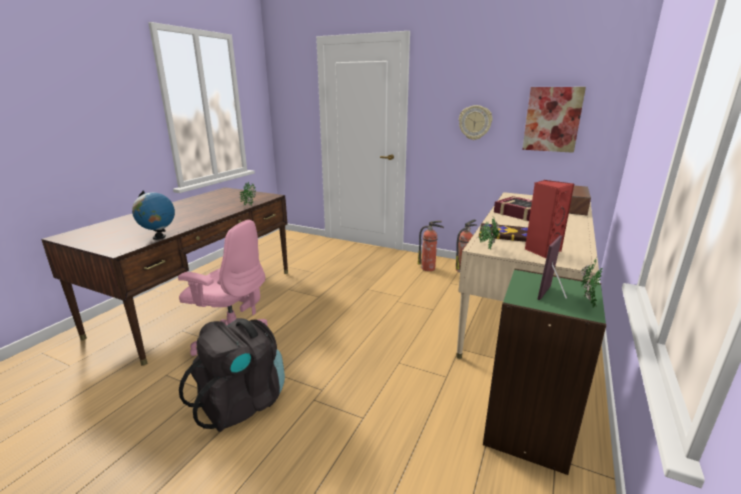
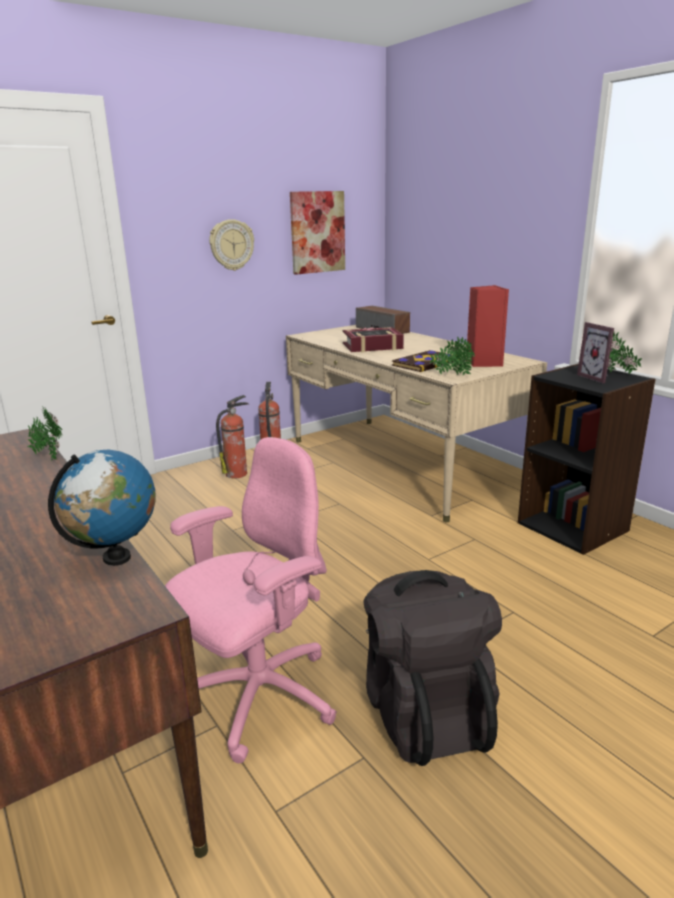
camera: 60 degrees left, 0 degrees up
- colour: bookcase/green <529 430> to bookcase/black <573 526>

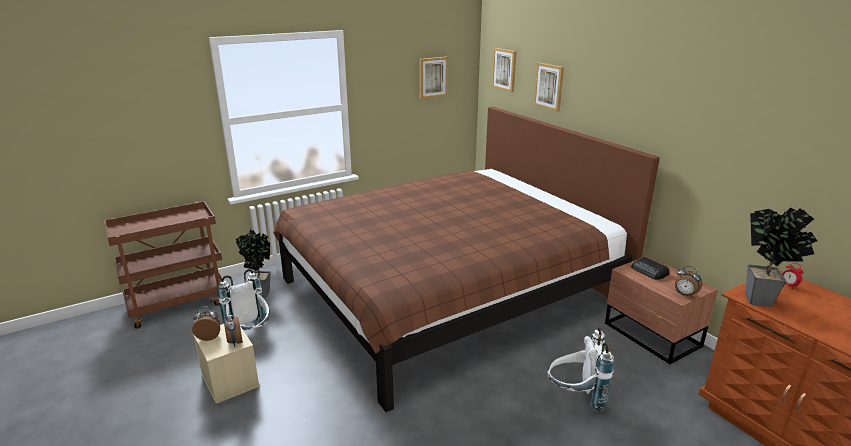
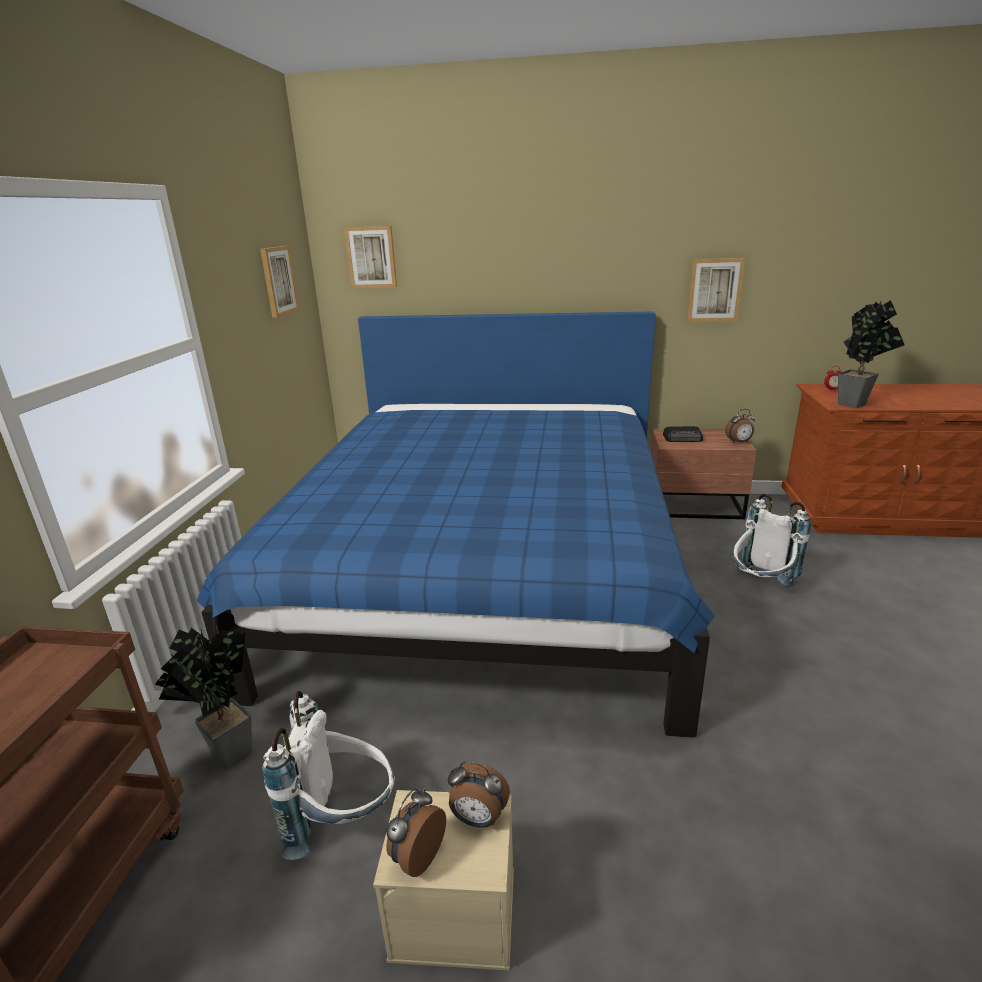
camera: 50 degrees left, 0 degrees up
- relocated: picture <549 86> to <714 290>
- colour: bed/brown <448 292> to bed/blue <484 573>

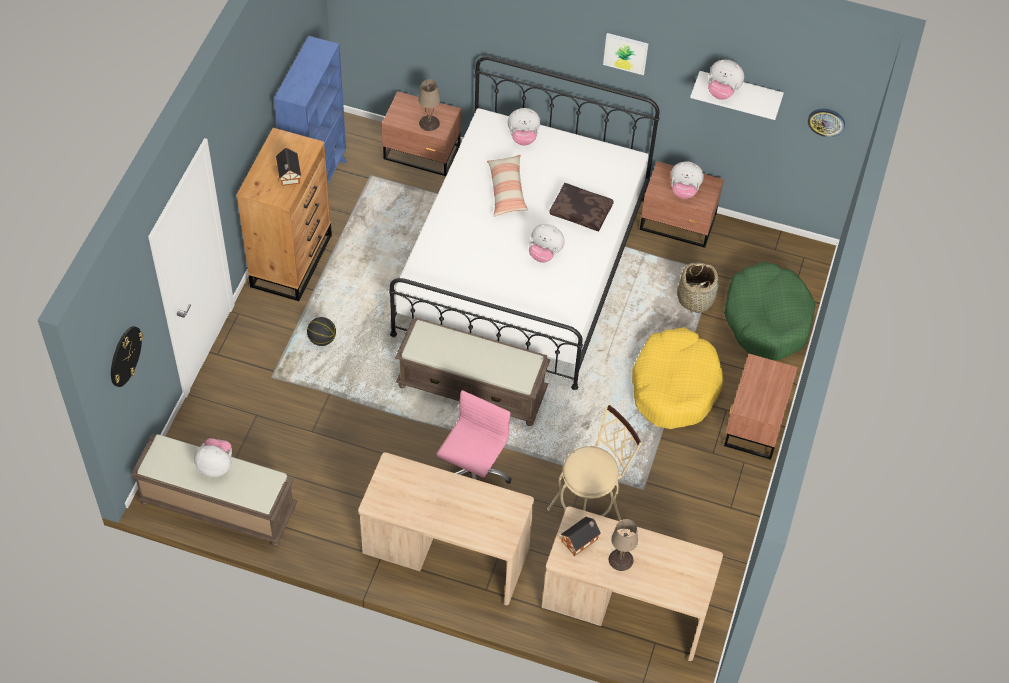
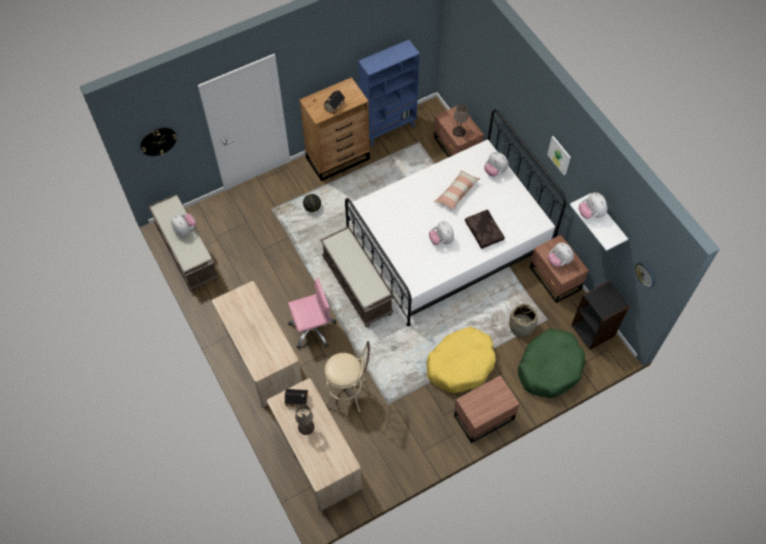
camera: 45 degrees right, 5 degrees up
- appeared: bookcase/black <593 330>

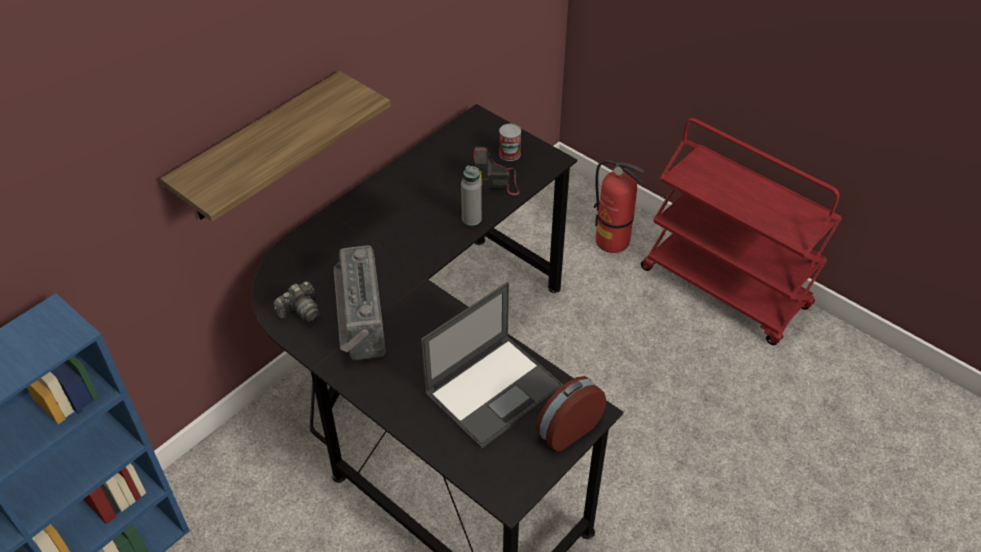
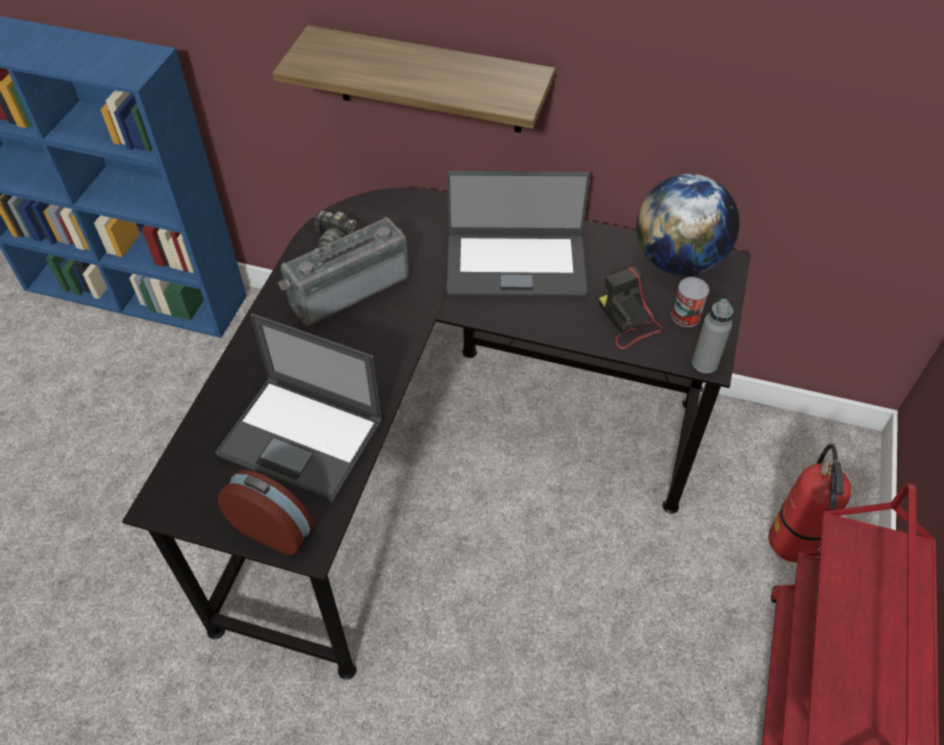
camera: 65 degrees right, 5 degrees up
- appeared: laptop <515 264>
- appeared: globe <678 261>
- relocated: bottle/grey <471 218> to <704 363>

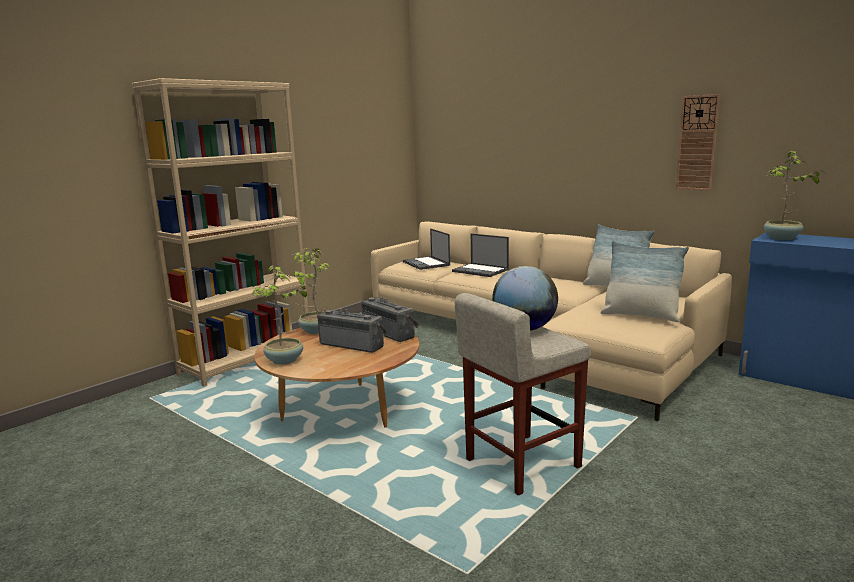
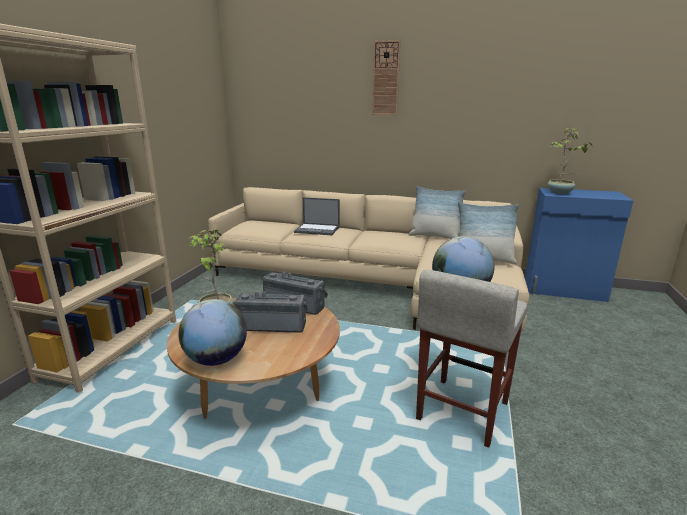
camera: 25 degrees left, 5 degrees up
- missing: laptop <426 263>
- relocated: wall clock <697 143> to <386 78>
- exchanged: potted plant <285 361> to globe <216 360>

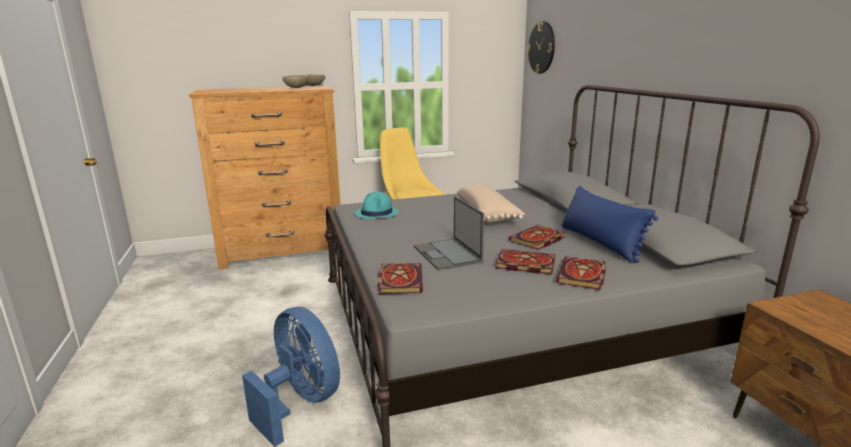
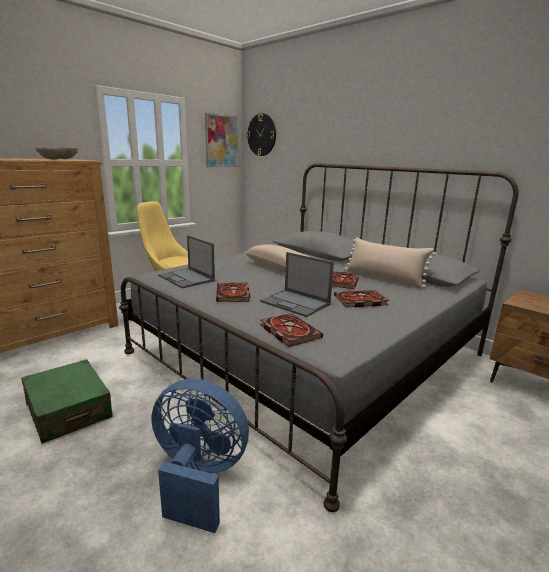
camera: 30 degrees left, 0 degrees up
- appeared: suitcase/green <69 410>
- appeared: picture <221 141>
- relocated: book <582 276> to <233 294>
- exchanged: hat/turquoise <377 213> to laptop <186 278>
- colour: pillow/blue <600 243> to pillow/beige <384 278>

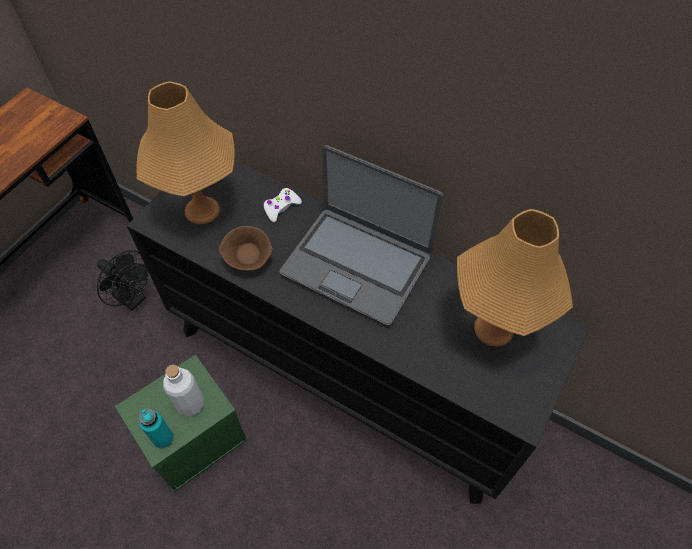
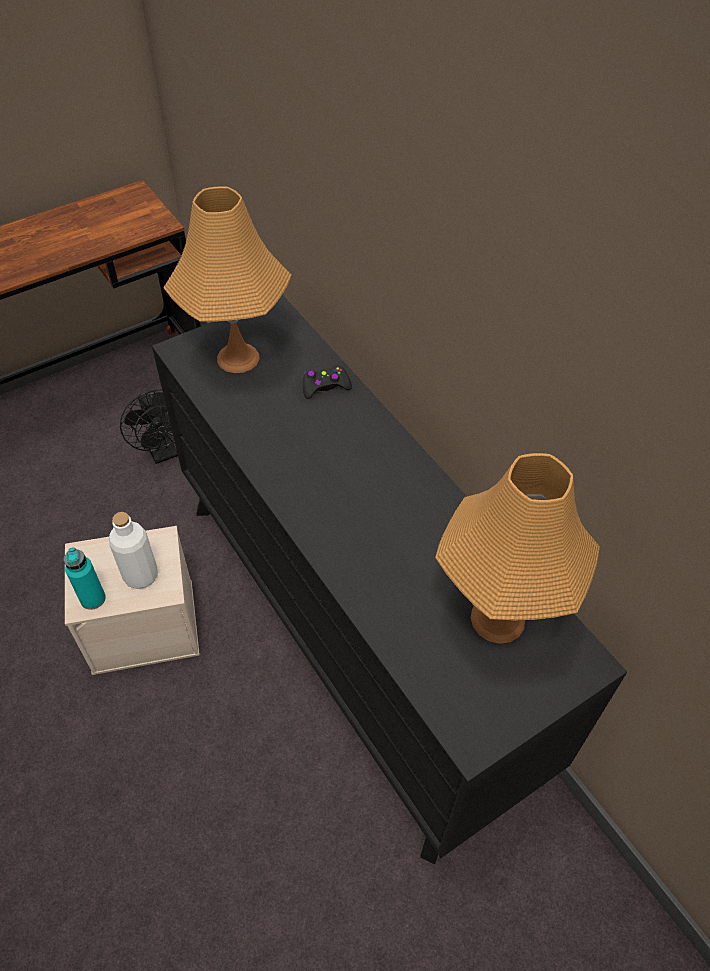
camera: 25 degrees right, 5 degrees down
- missing: bowl/brown <249 260>
- missing: laptop <357 265>
- colour: storage box/green <193 436> to storage box/beige <145 625>
- colour: game controller/white <281 207> to game controller/black <325 386>

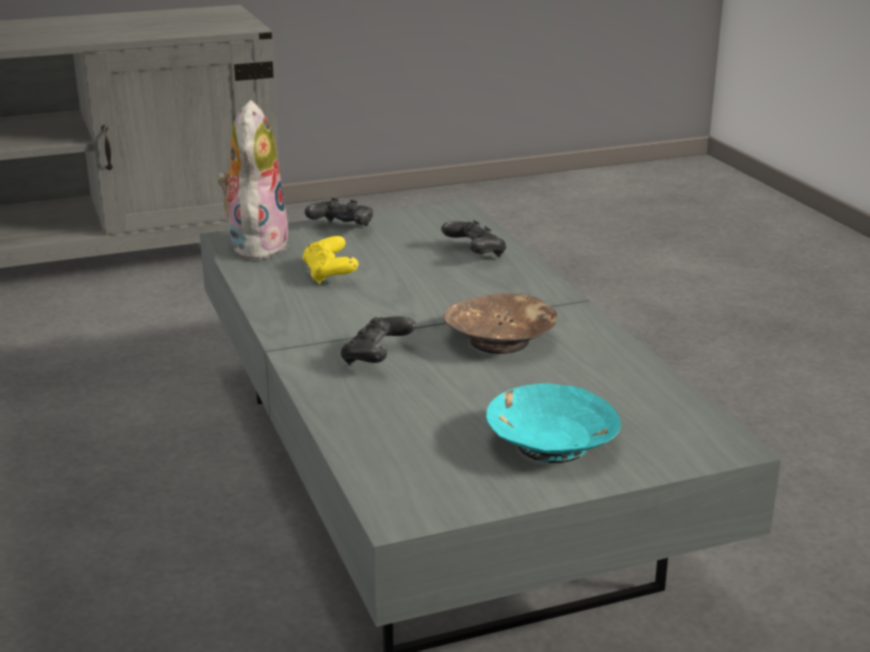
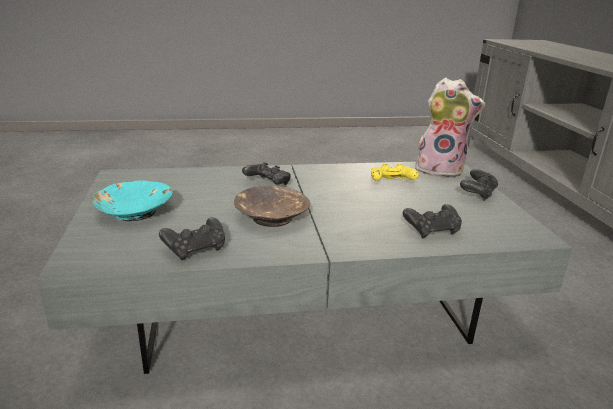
camera: 100 degrees right, 0 degrees up
- appeared: game controller/black <196 249>

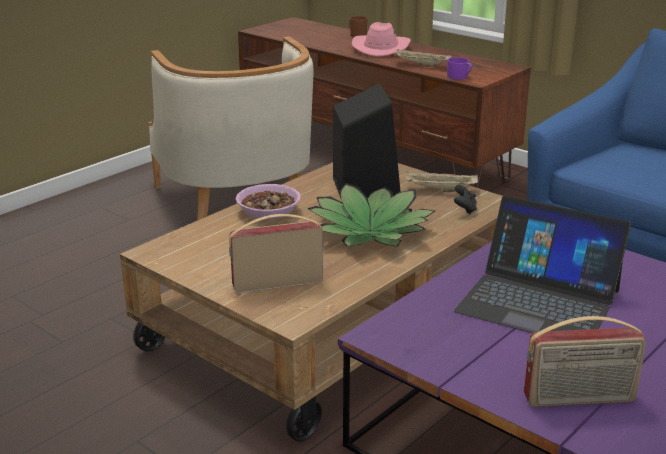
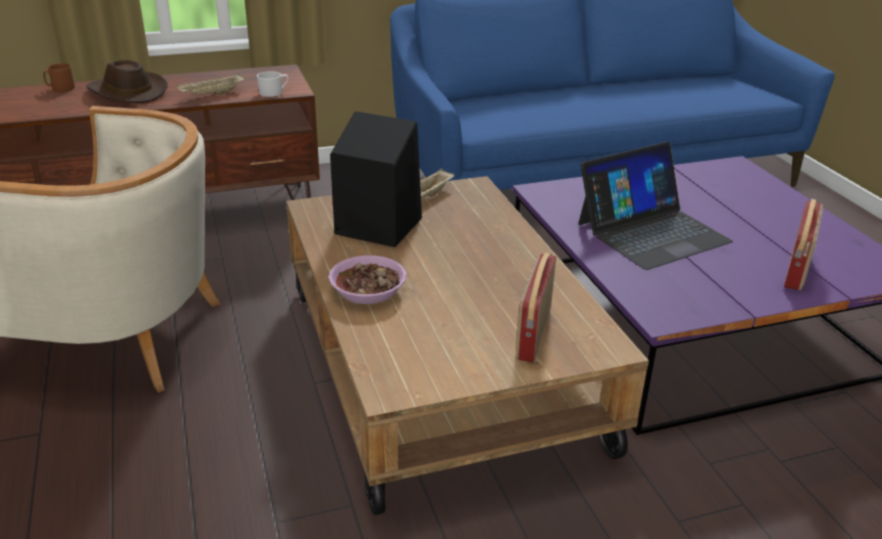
camera: 60 degrees left, 5 degrees up
- missing: potted plant <370 231>
- missing: game controller/black <464 209>
- colour: hat/pink <381 48> to hat/brown <126 92>
- colour: mug/purple <459 77> to mug/white <274 92>

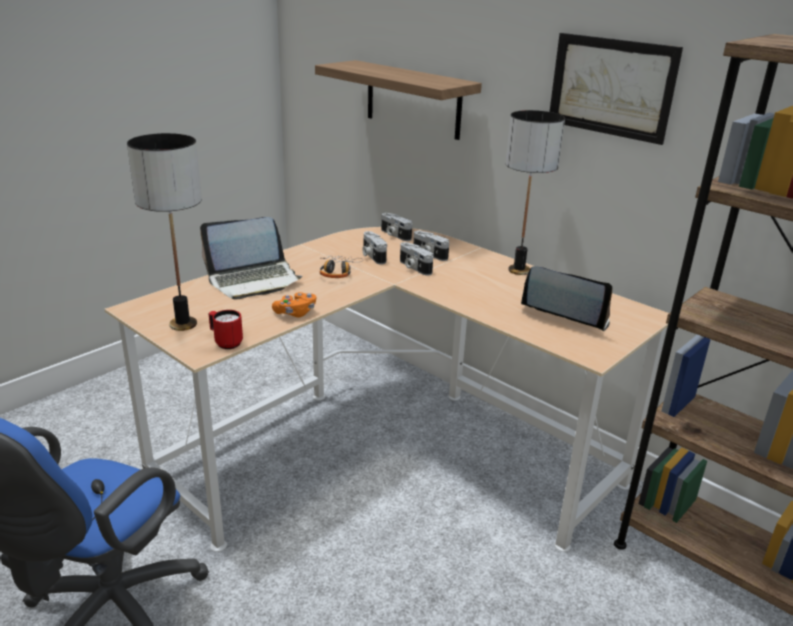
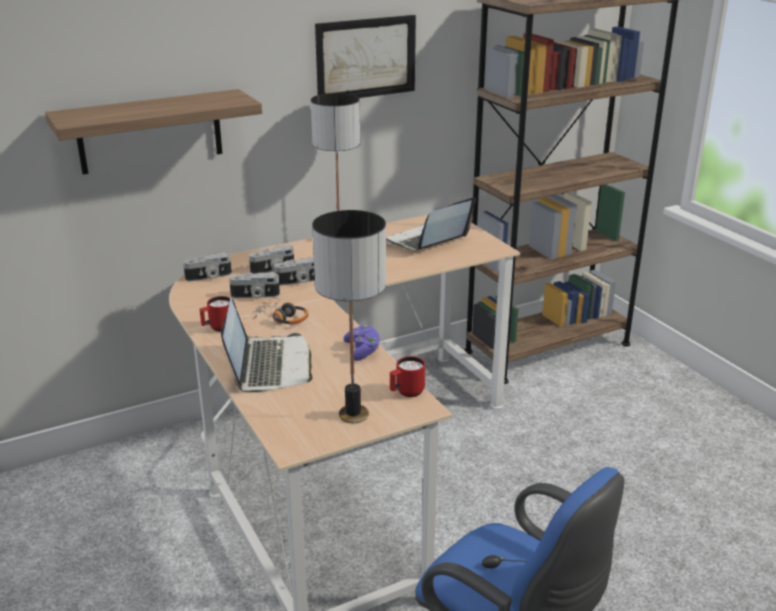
camera: 70 degrees left, 0 degrees up
- appeared: mug/red <218 328>
- colour: game controller/orange <295 313> to game controller/purple <362 351>

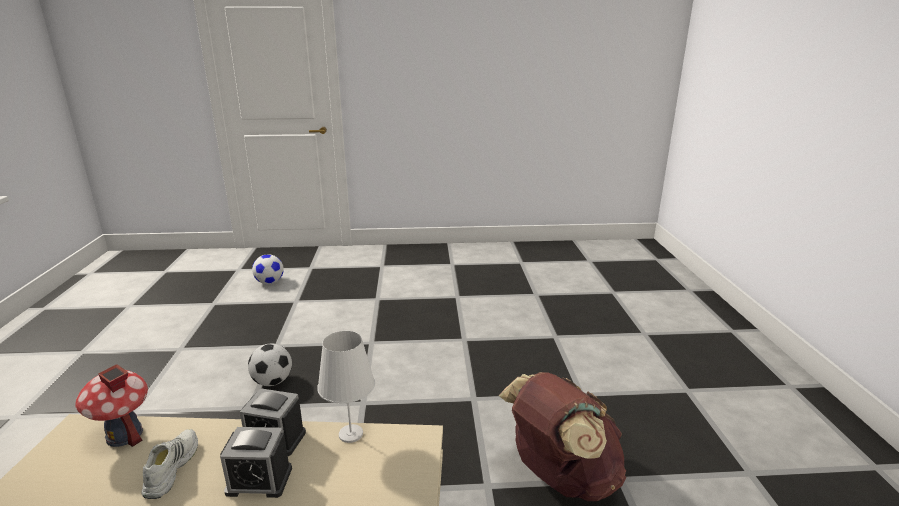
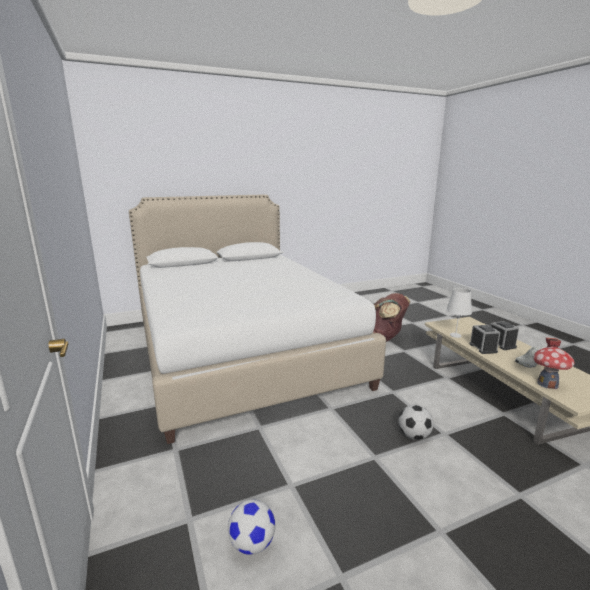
camera: 110 degrees left, 5 degrees down
- appeared: bed/white <240 350>

